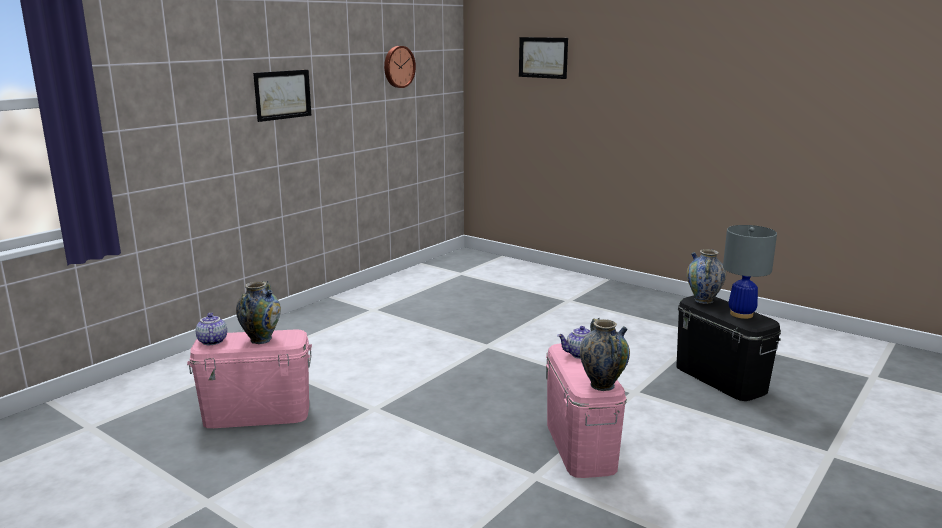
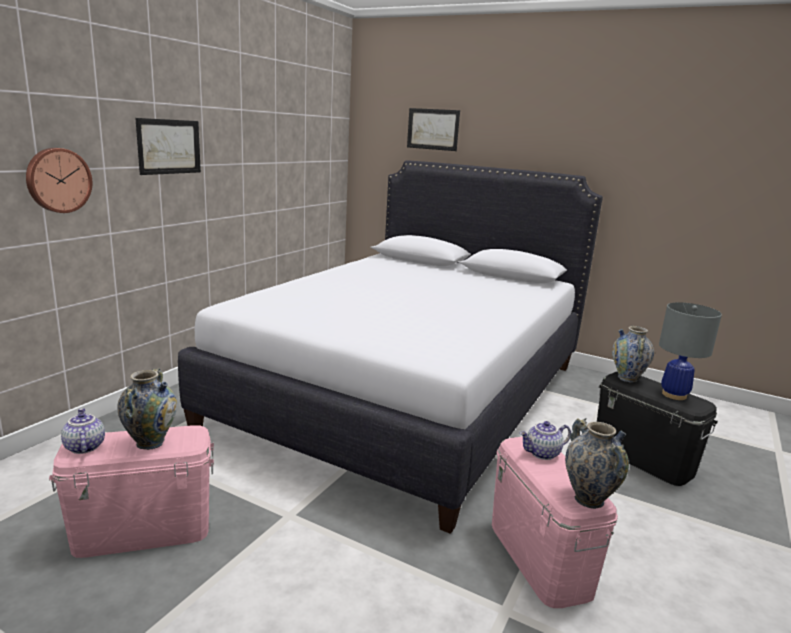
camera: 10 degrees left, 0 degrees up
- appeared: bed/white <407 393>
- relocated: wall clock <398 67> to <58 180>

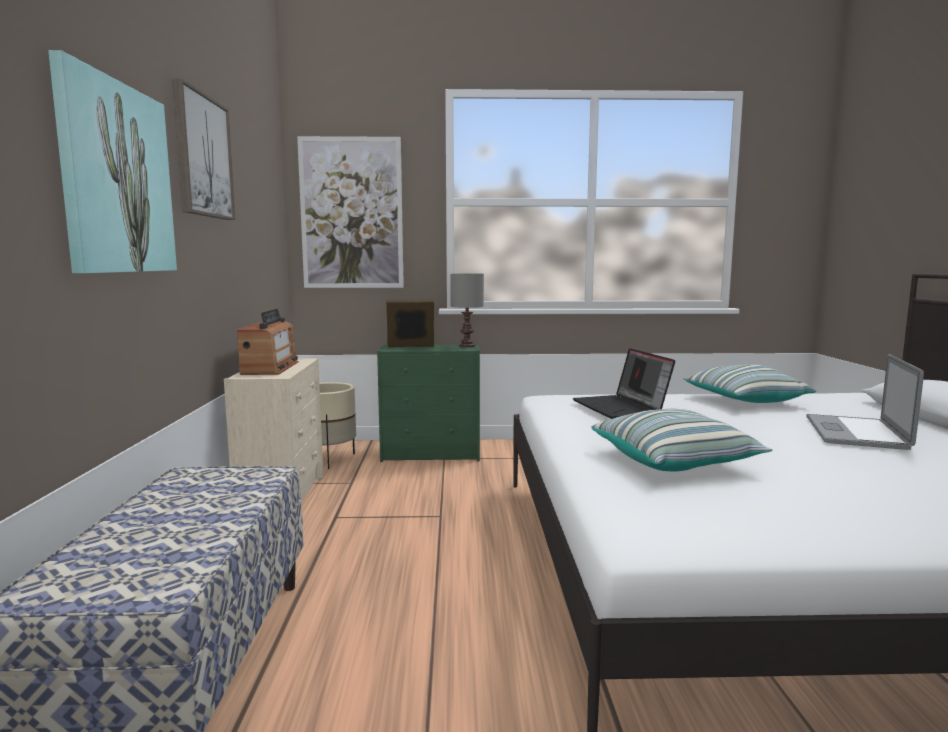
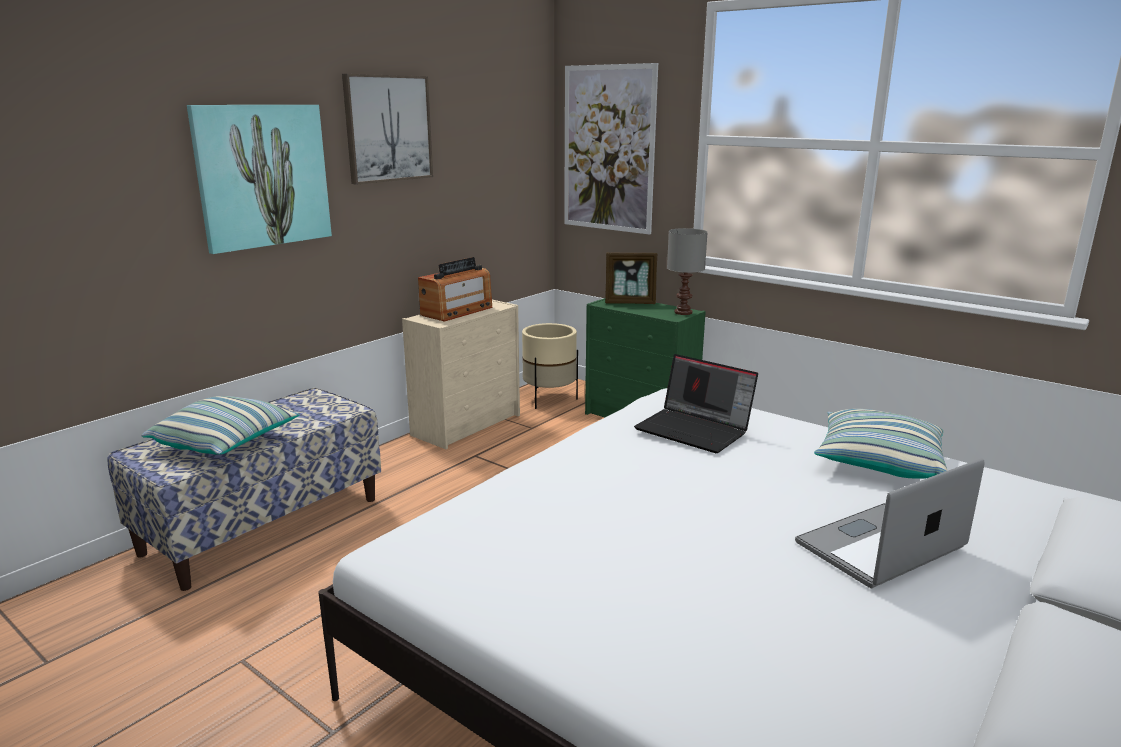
camera: 40 degrees right, 10 degrees up
- relocated: pillow <675 461> to <226 443>
- spun: picture frame <410 346> = <630 303> 150 degrees clockwise
- spun: laptop <621 408> = <695 430> 75 degrees counterclockwise

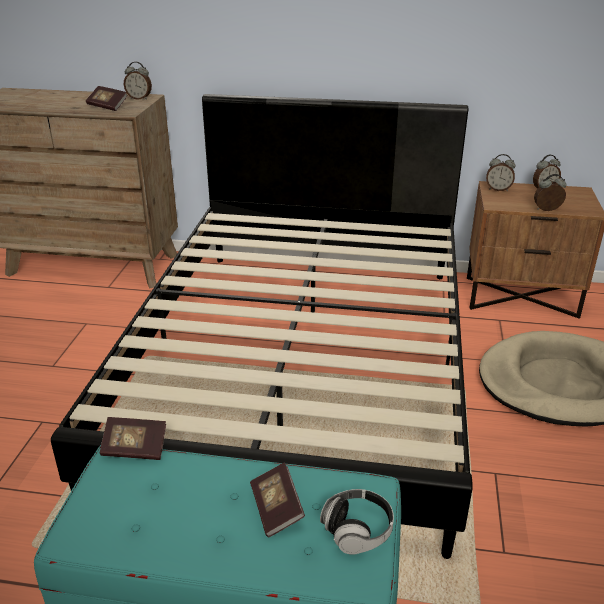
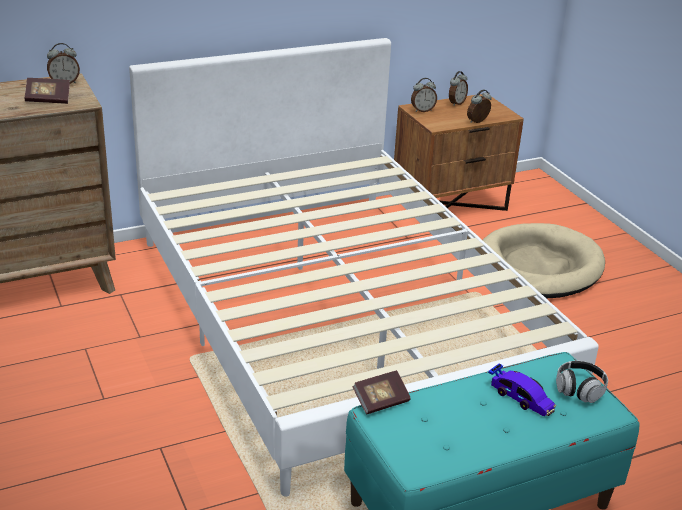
camera: 35 degrees left, 0 degrees up
- exchanged: book <276 509> to toy car <520 398>
- colour: bed/black <303 365> to bed/white <338 317>

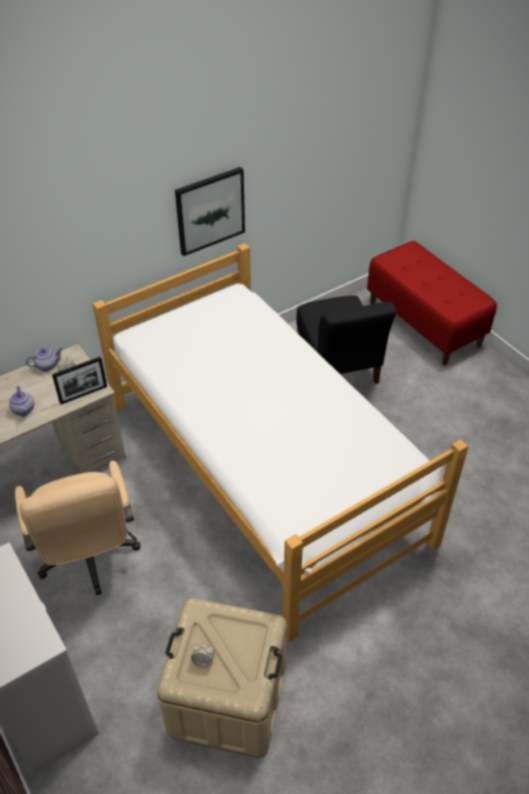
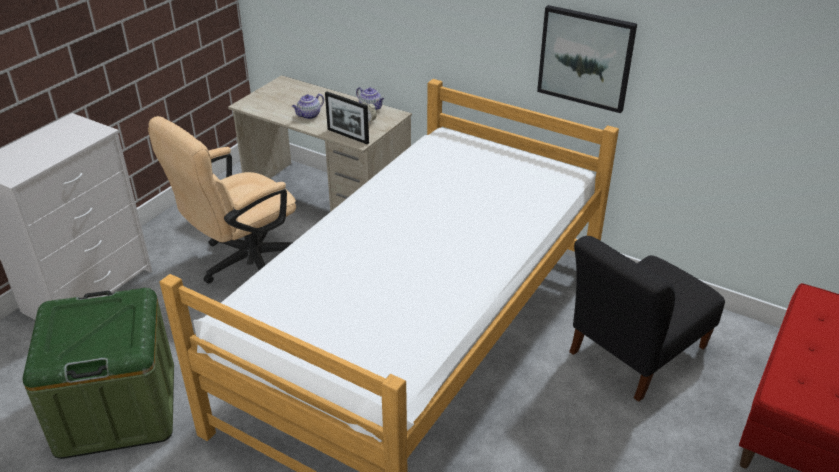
camera: 65 degrees right, 10 degrees down
- missing: alarm clock <203 660>
- colour: storage box/beige <227 698> to storage box/green <117 409>

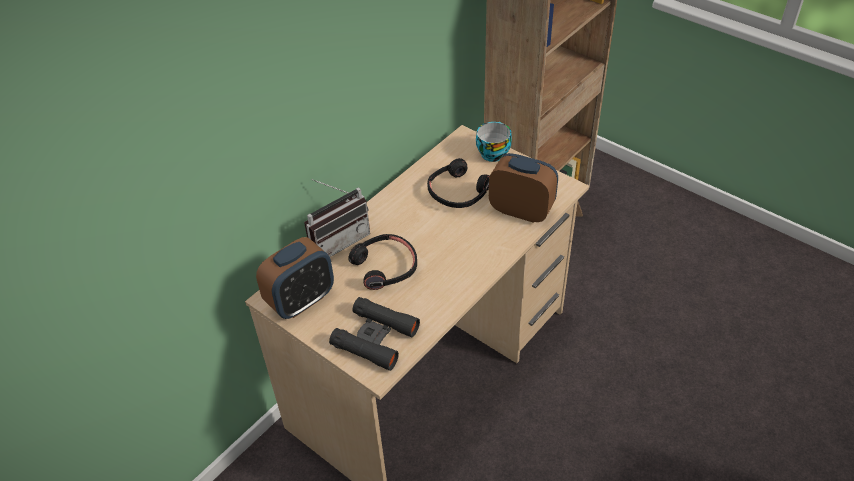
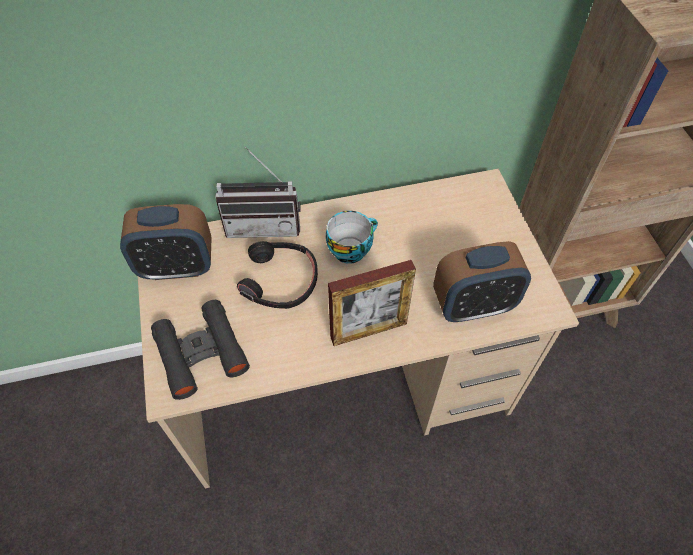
camera: 35 degrees right, 10 degrees up
- missing: headphones/black <458 192>
- appeared: picture frame <368 330>
- relocated: cup <492 152> to <350 248>
- spun: alarm clock <521 210> = <473 305> 105 degrees clockwise

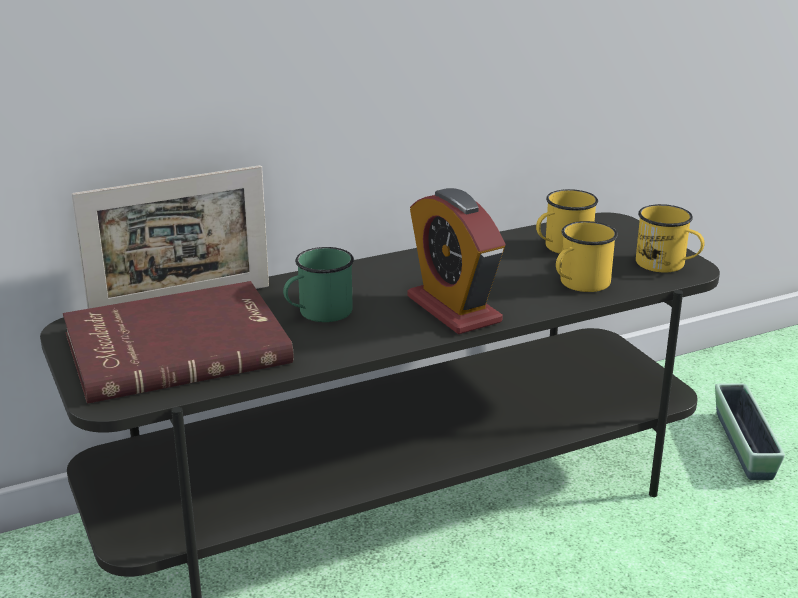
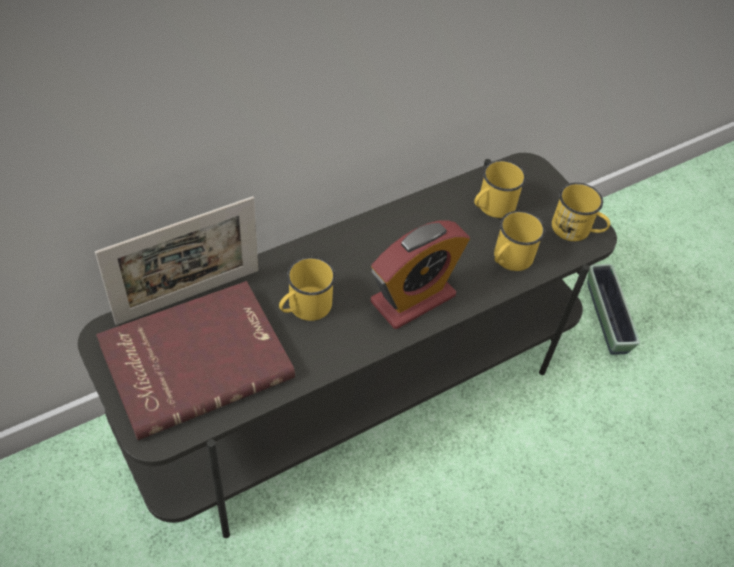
camera: 10 degrees left, 25 degrees up
- colour: mug/green <318 313> to mug/yellow <304 308>
- spun: alarm clock <453 309> = <413 299> 90 degrees counterclockwise

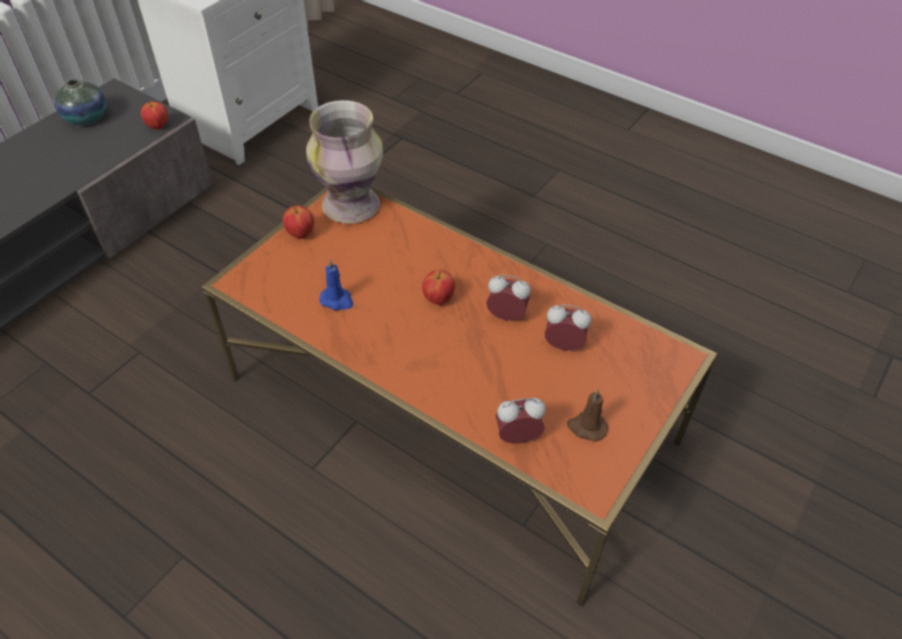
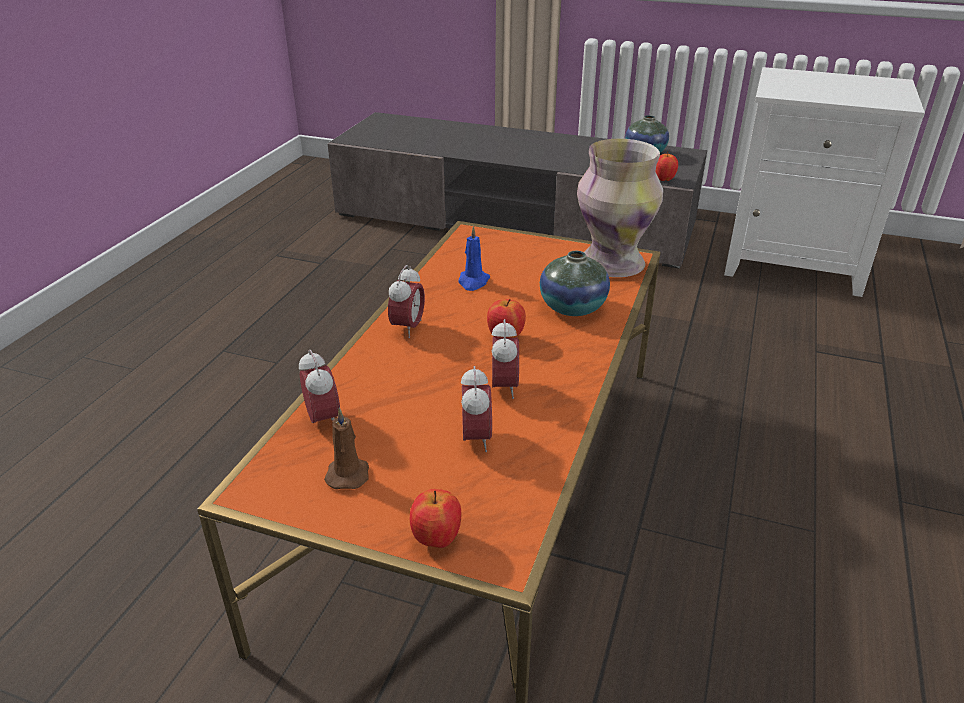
camera: 75 degrees right, 15 degrees down
- appeared: alarm clock <408 328>
- appeared: vase <572 307>
- relocated: apple <301 234> to <436 539>

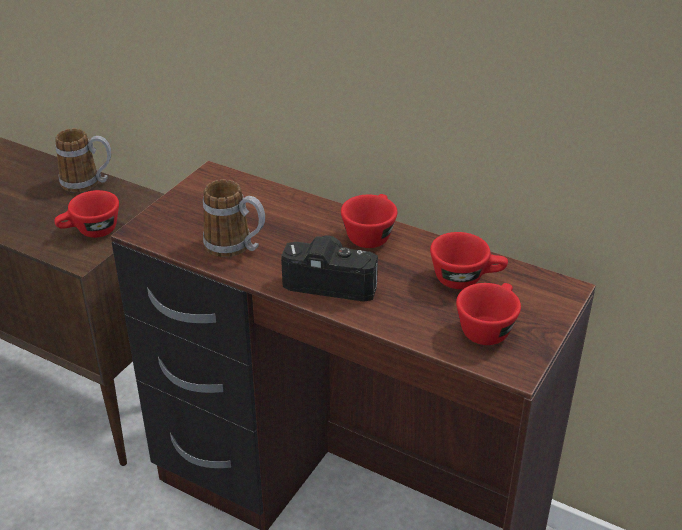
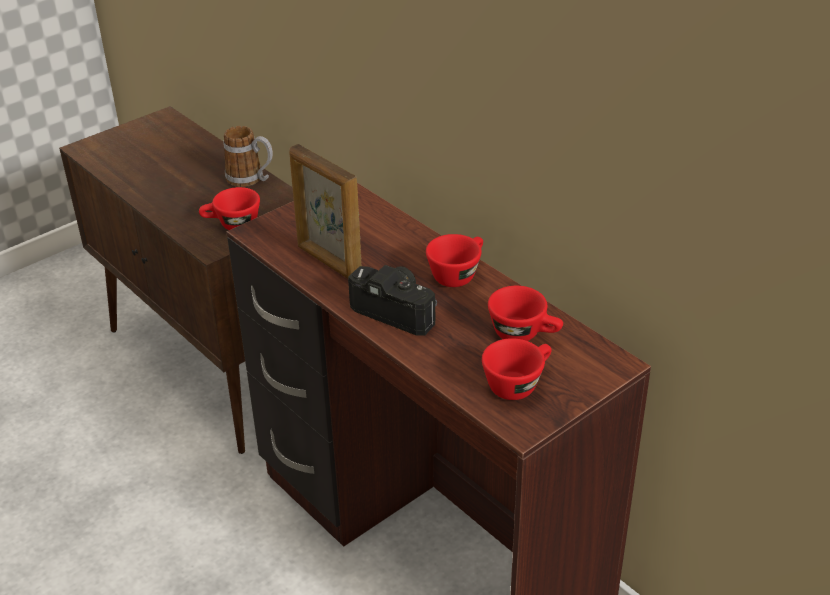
camera: 20 degrees right, 0 degrees up
- exchanged: mug <236 247> to picture frame <328 262>

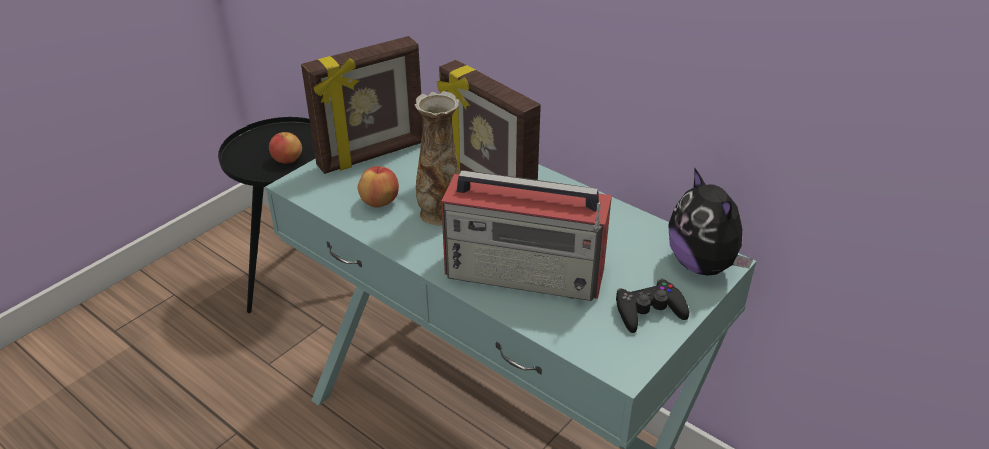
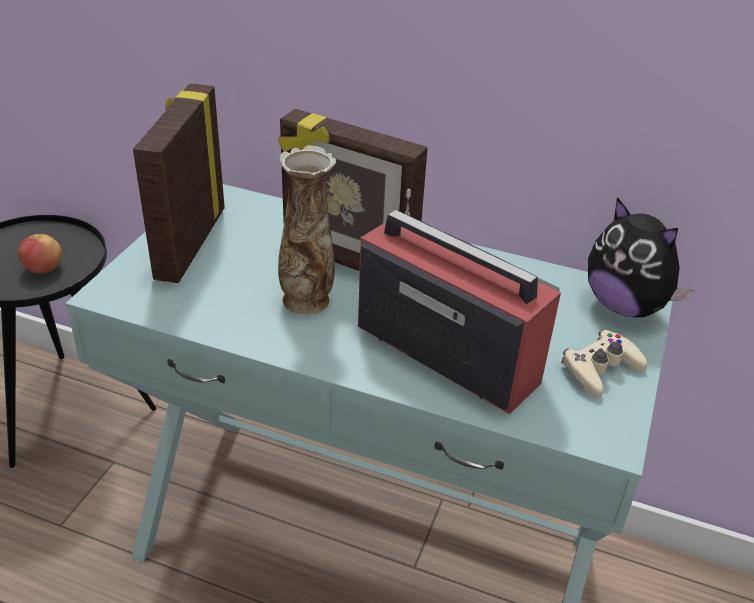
camera: 20 degrees left, 0 degrees up
- missing: apple <379 202>
- colour: game controller/black <649 311> to game controller/beige <600 369>
- spun: picture frame <372 155> = <188 243> 150 degrees clockwise
- spun: radio <526 273> = <445 351> 135 degrees counterclockwise

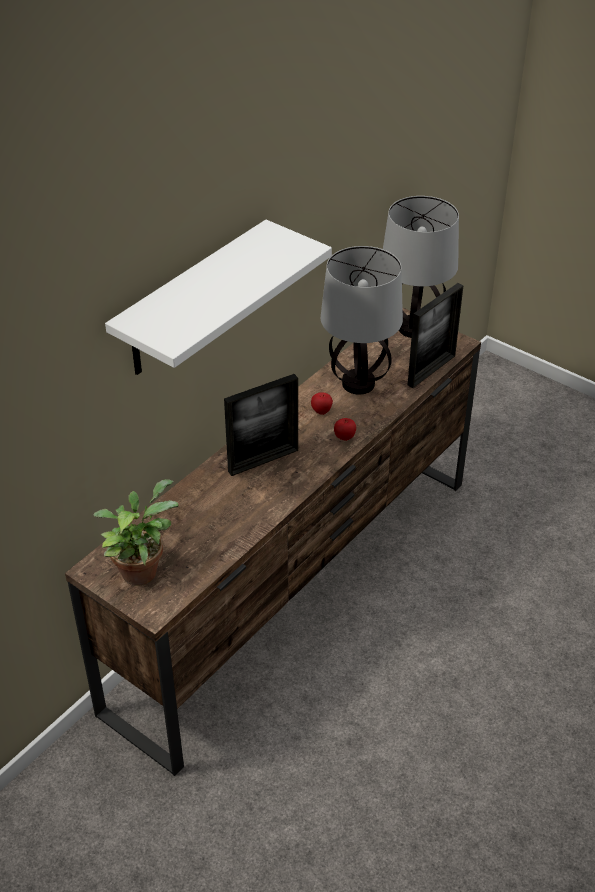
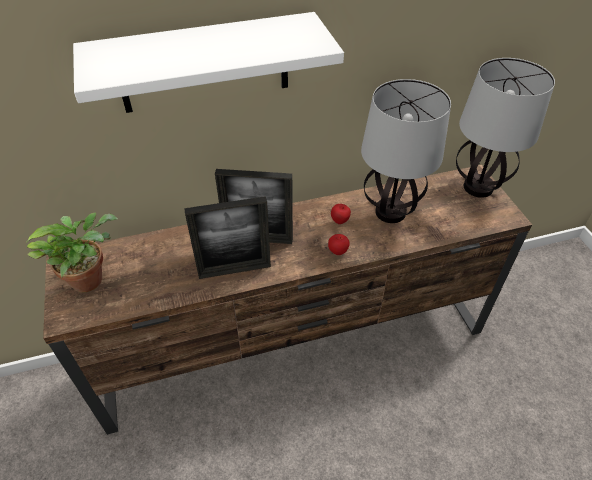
camera: 35 degrees right, 5 degrees up
- relocated: picture frame <431 370> to <234 270>

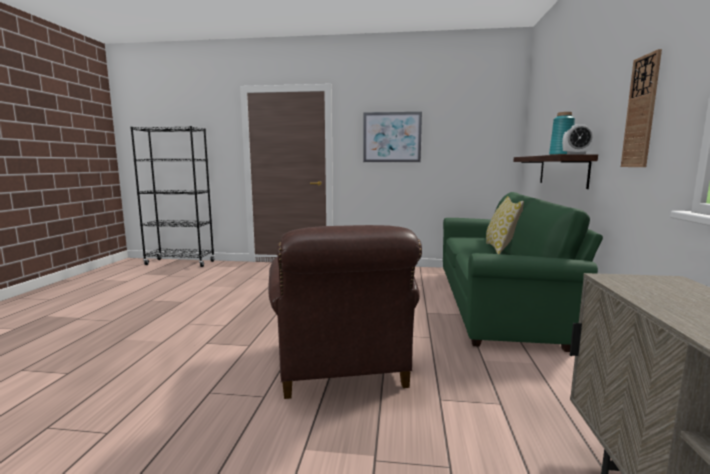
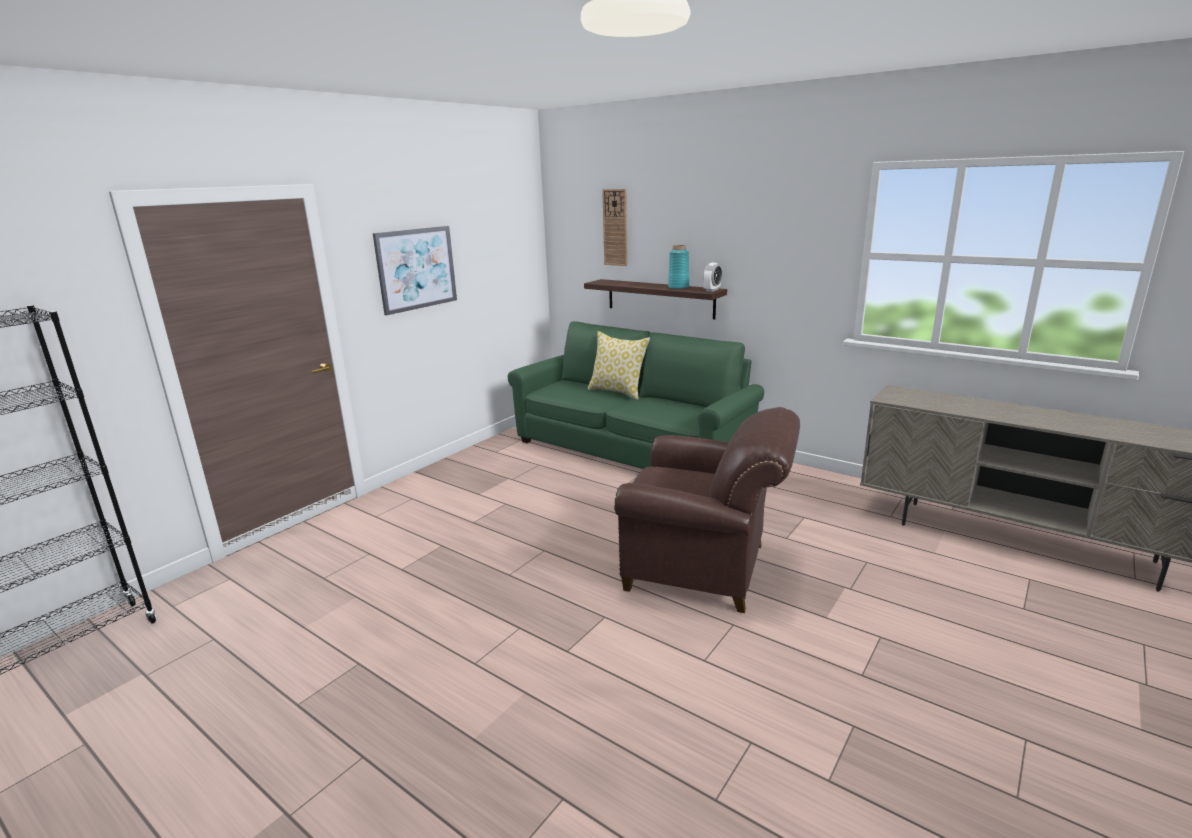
camera: 60 degrees left, 10 degrees up
- relocated: wall clock <641 112> to <615 227>

